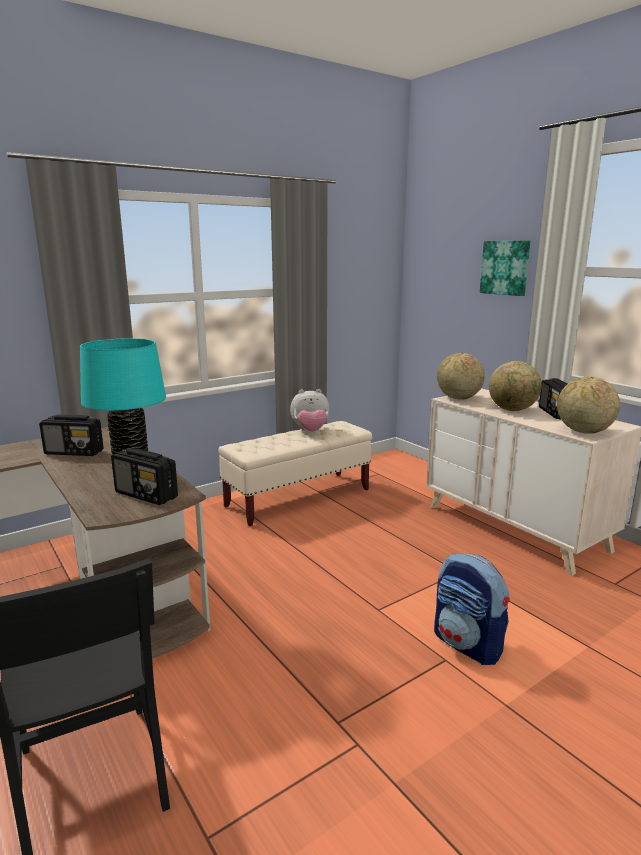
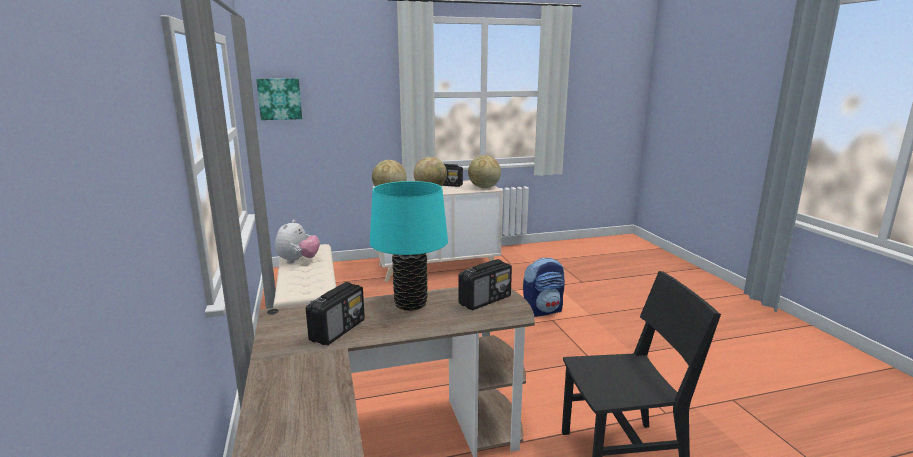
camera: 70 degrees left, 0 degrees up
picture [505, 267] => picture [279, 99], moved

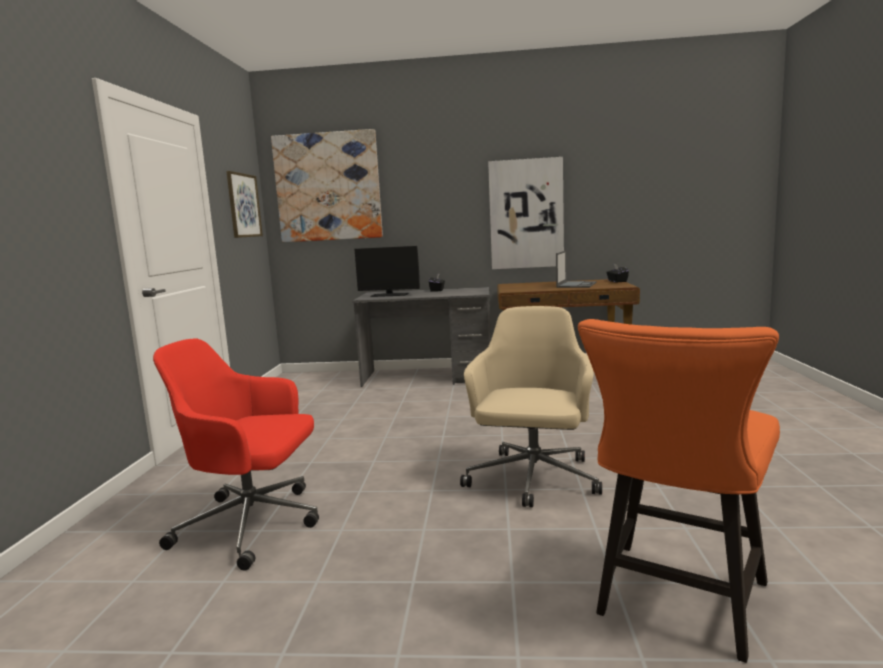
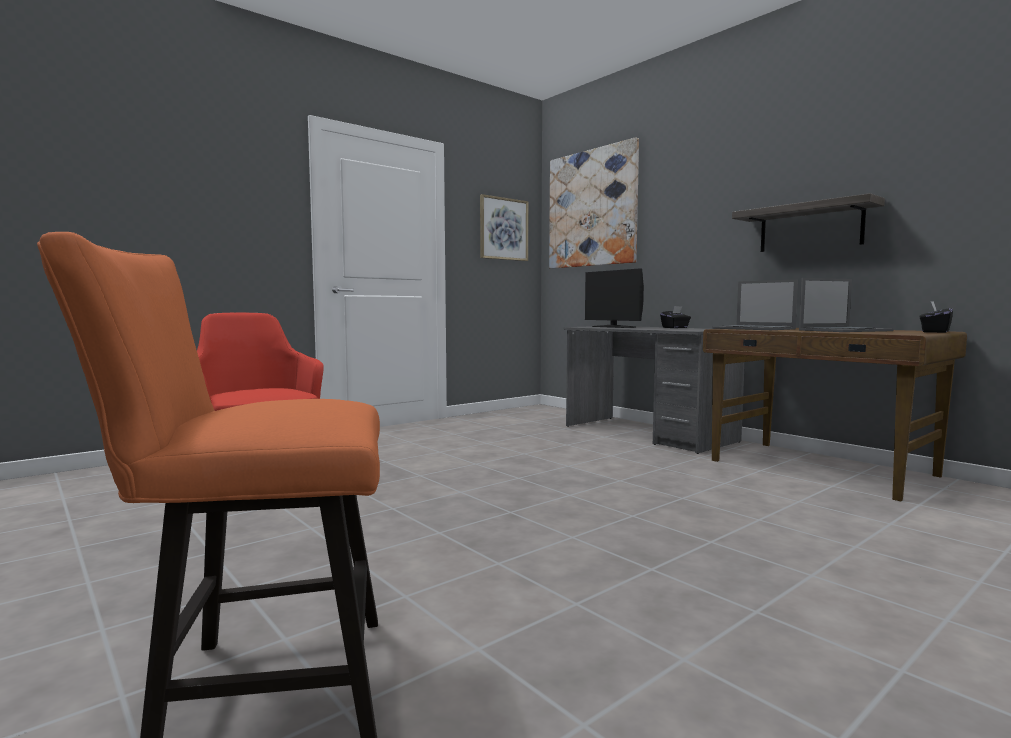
camera: 45 degrees right, 5 degrees down
nothing => portable computer [754, 329]
picture [526, 214] => shelf [810, 227]
sand-coloured computer chair [532, 480] => nothing

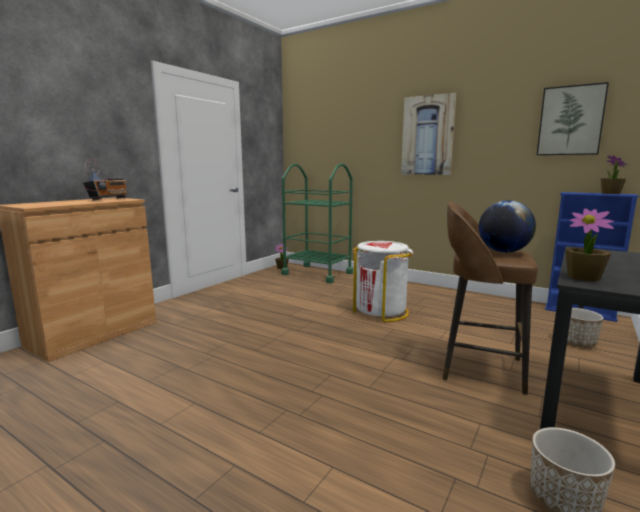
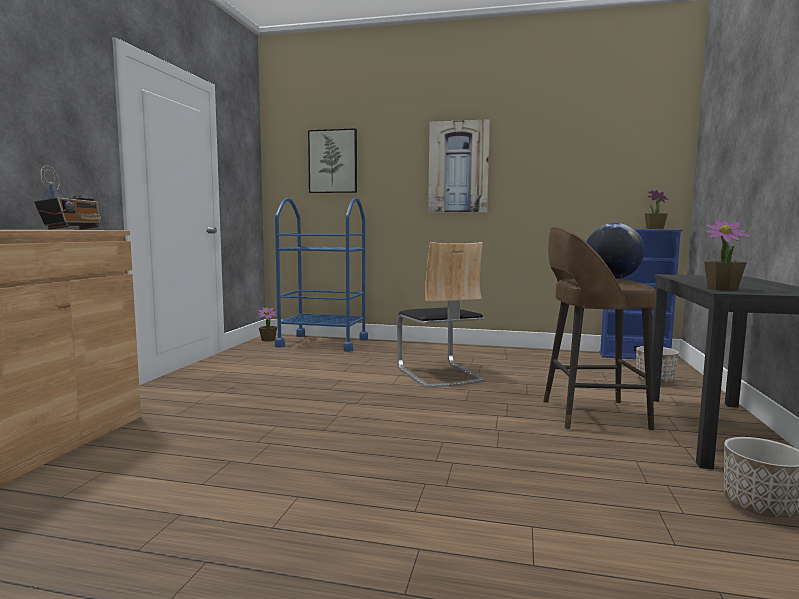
camera: 20 degrees left, 5 degrees down
greenish cart [317, 274] => bluish cart [323, 343]
picture [570, 121] => picture [333, 161], moved
white-coloured trash can [381, 311] => plain chair [439, 374]

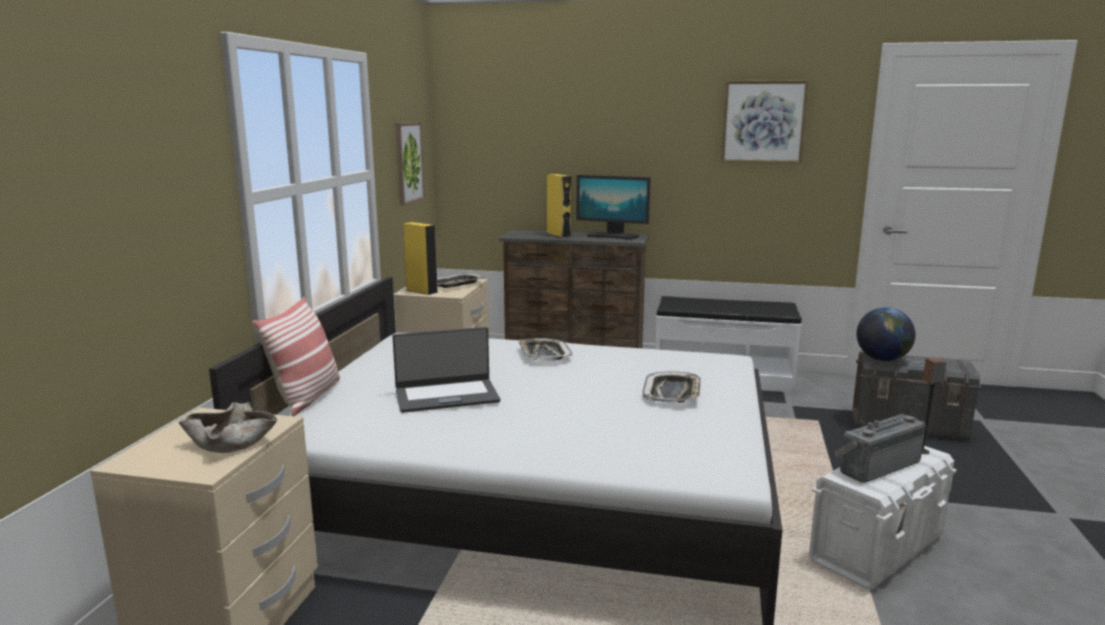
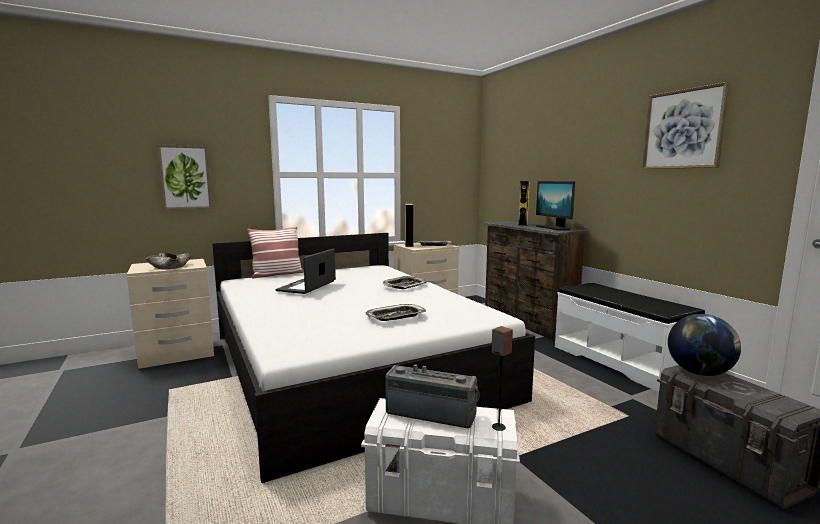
camera: 50 degrees right, 5 degrees down
picture [408, 162] => picture [185, 177], moved
portable computer [446, 396] => portable computer [307, 286], 75 degrees clockwise

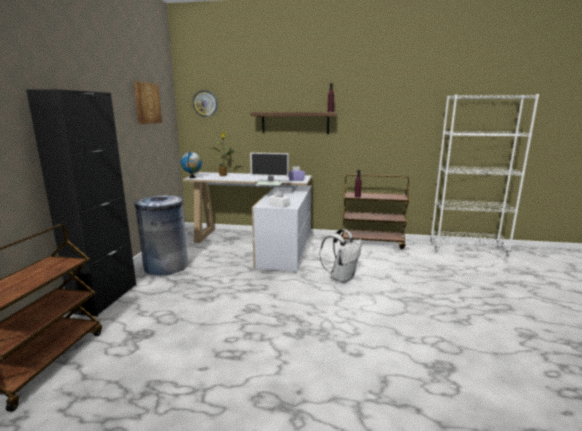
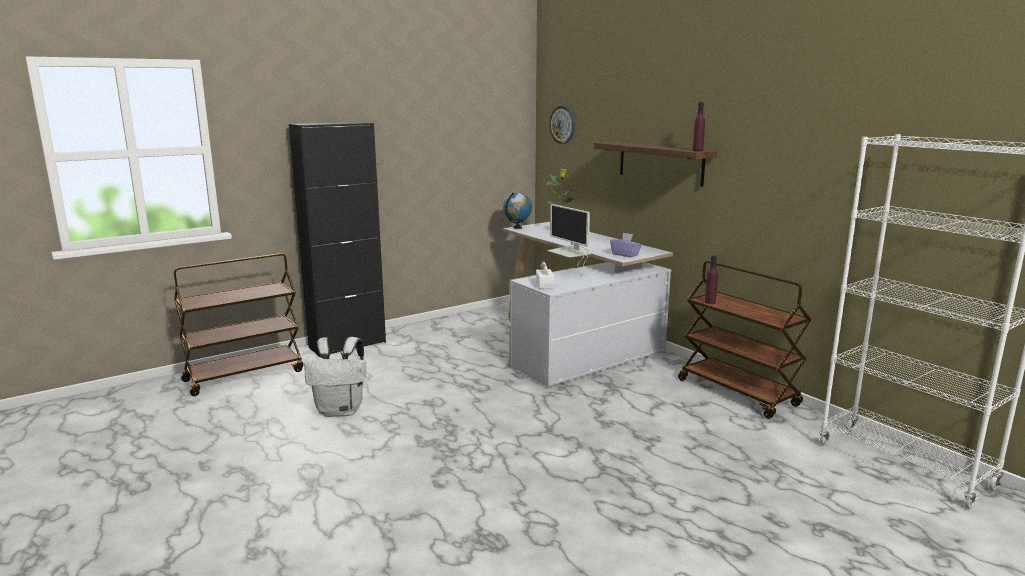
camera: 45 degrees right, 0 degrees up
white-coloured rucksack [342, 278] => white-coloured rucksack [341, 410], moved
picture [147, 103] => nothing
grey trash can [166, 266] => nothing

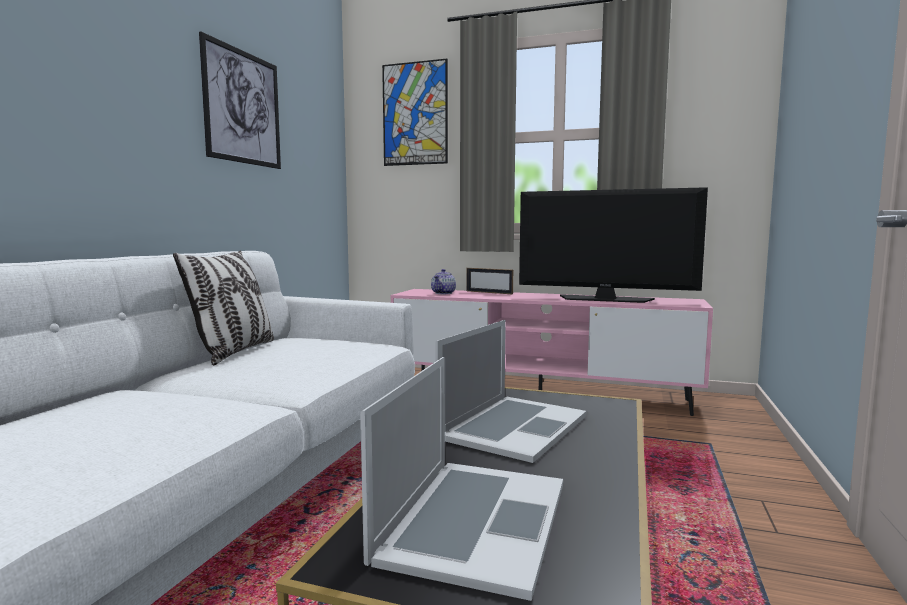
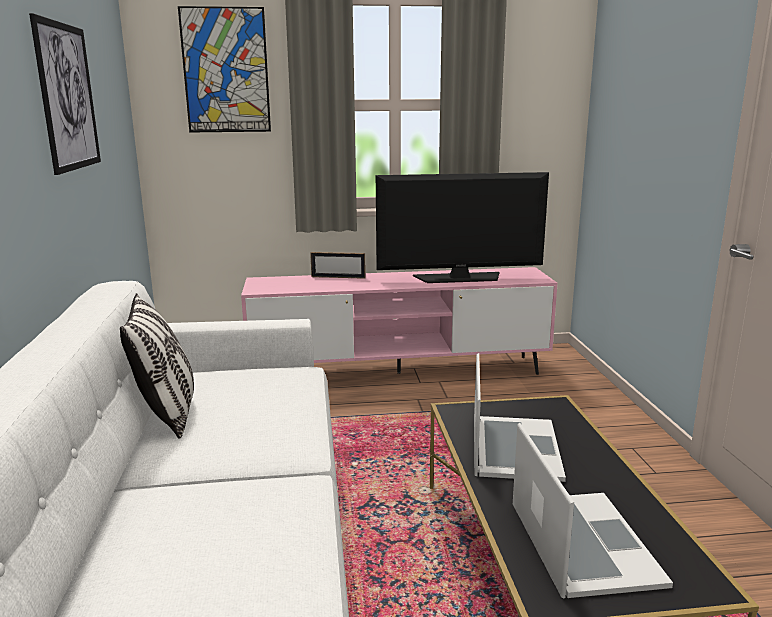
camera: 25 degrees left, 10 degrees up
pot for tea [443, 293] => nothing

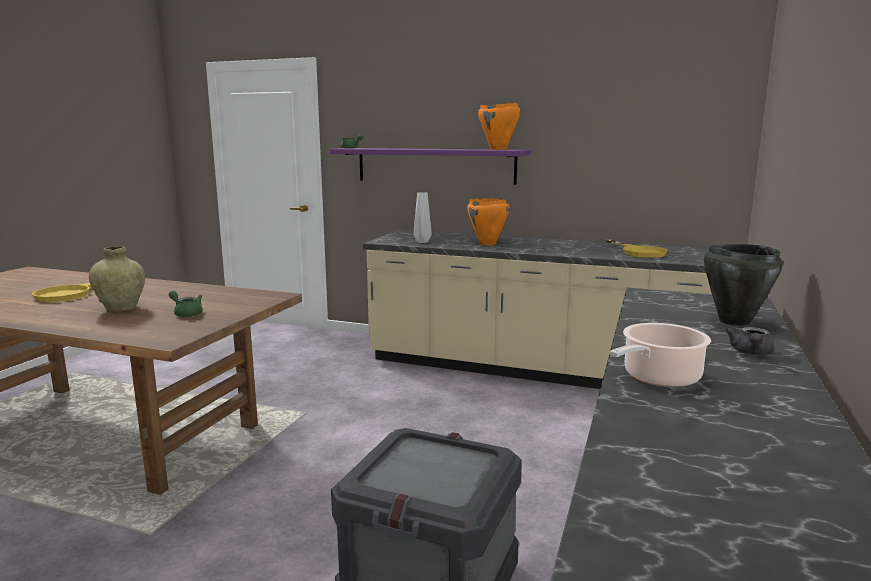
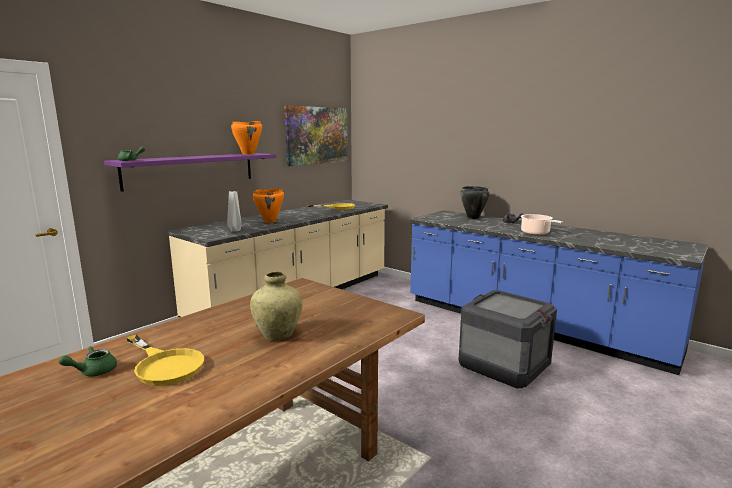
camera: 70 degrees left, 0 degrees up
greenish pot for tea [186, 313] => greenish pot for tea [93, 371], moved
nothing => picture [317, 135]

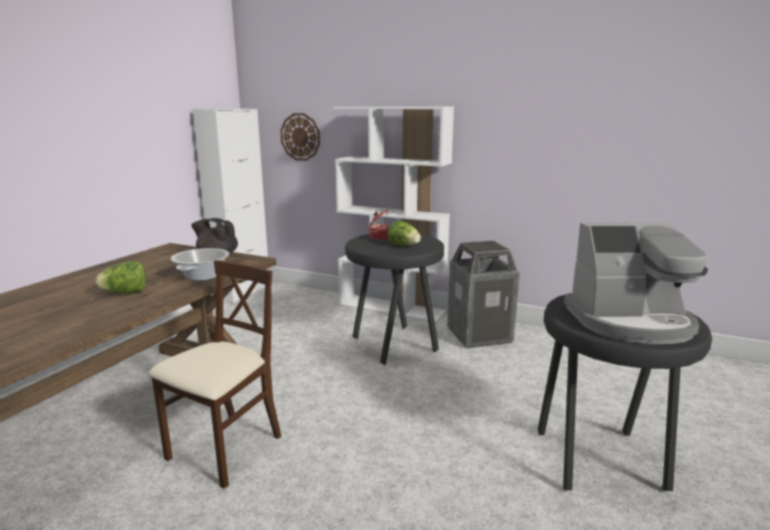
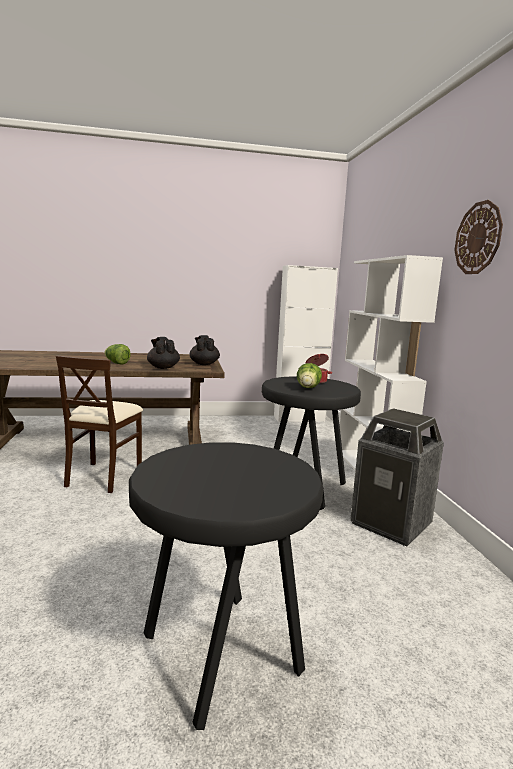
camera: 55 degrees right, 5 degrees down
sand-coloured plain chair [225, 449] => sand-coloured plain chair [103, 477], 105 degrees clockwise
stockpot [202, 276] => black pot for tea [163, 367]
clock on the wall [300, 137] => clock on the wall [478, 238], moved
coffee machine [630, 322] => nothing

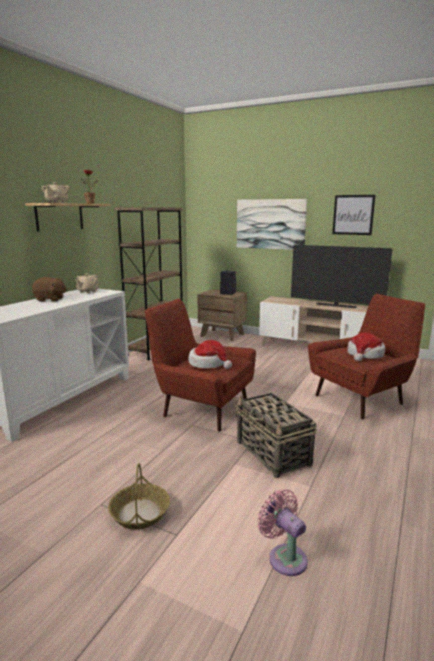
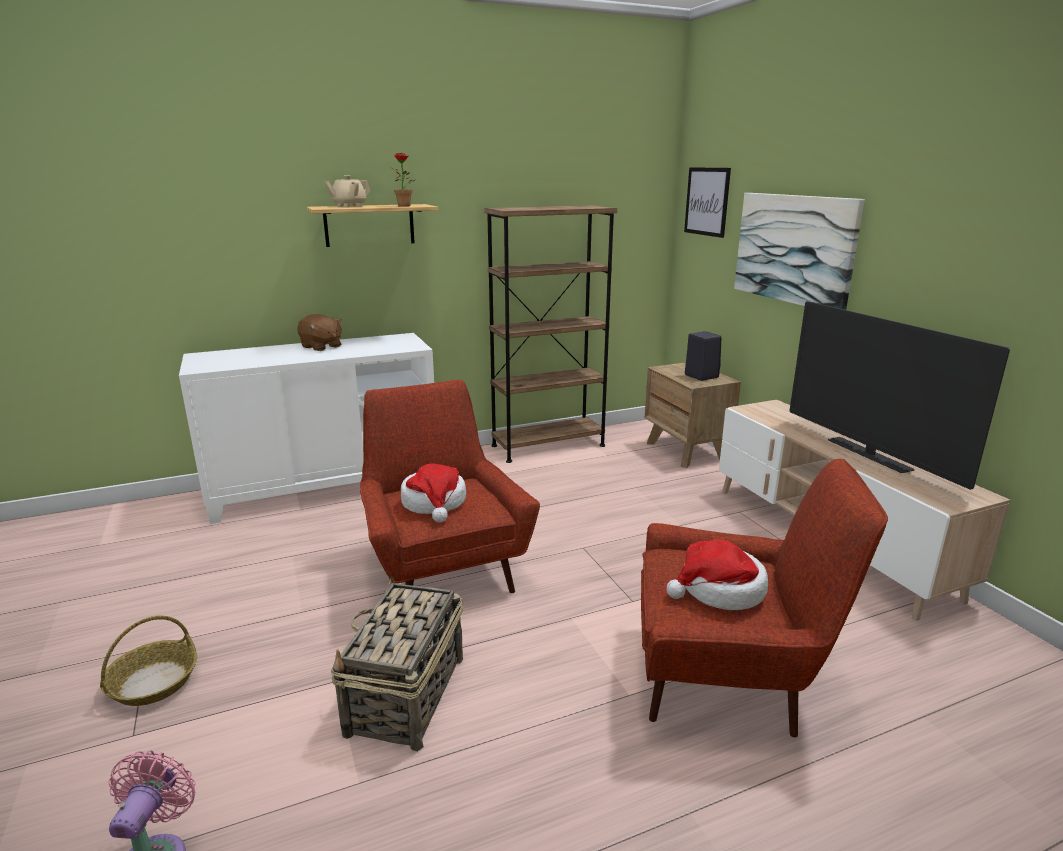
camera: 40 degrees right, 5 degrees up
picture [353, 215] => picture [707, 201], moved
sand-coloured pot for tea [87, 292] => nothing

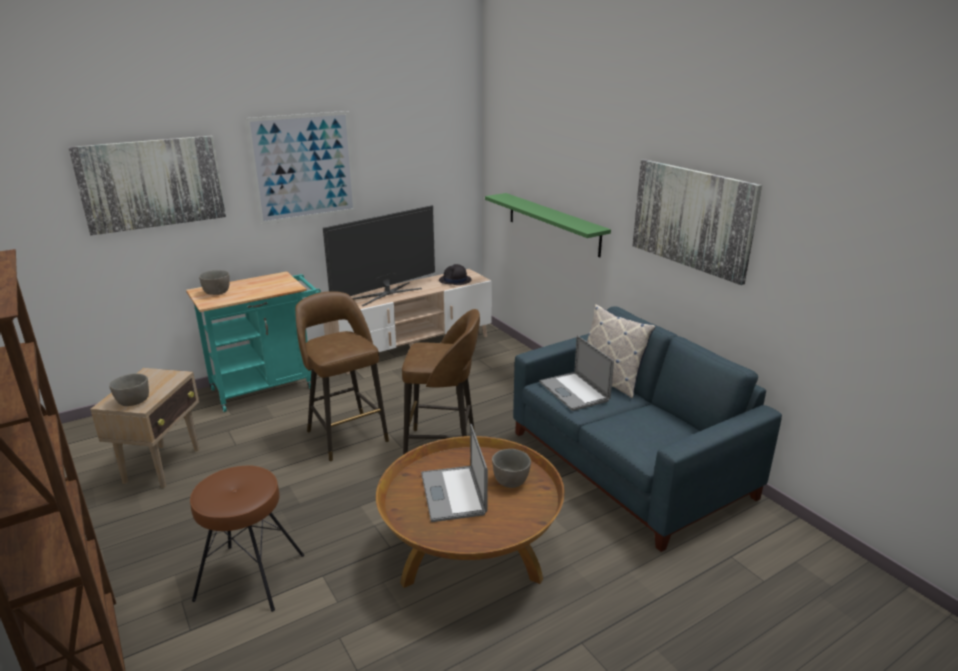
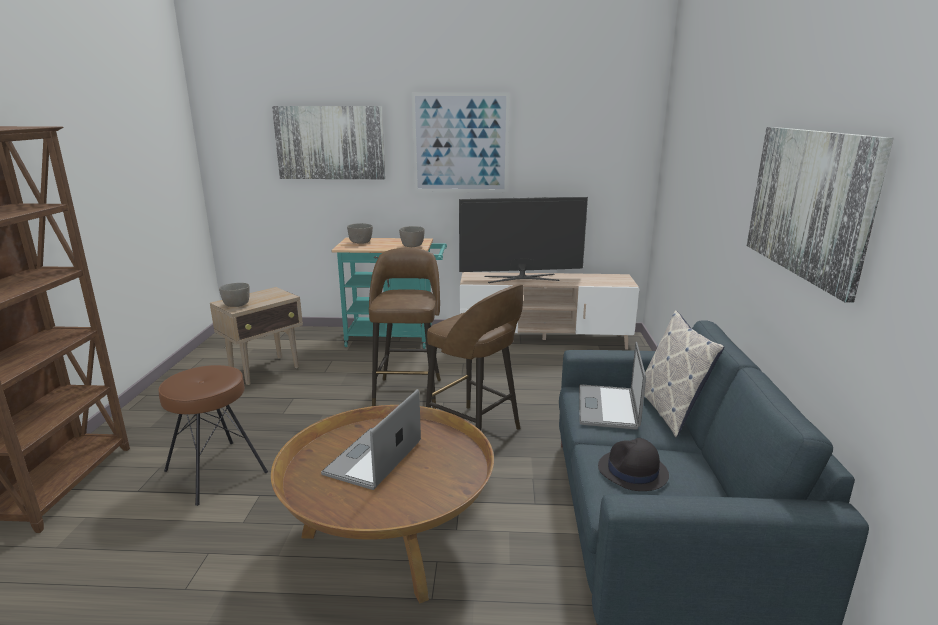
camera: 35 degrees right, 5 degrees down
grey bowl [511, 481] => grey bowl [412, 246], moved
black hat [455, 280] => black hat [632, 471], moved
greenish shelf [553, 223] => nothing

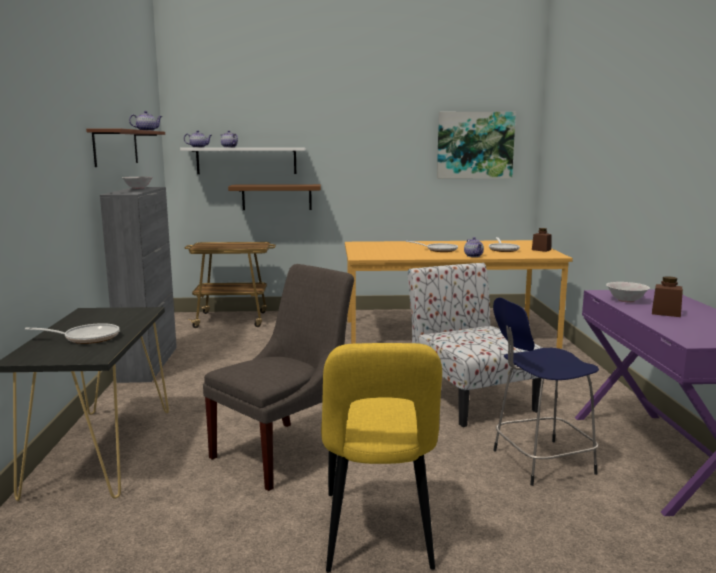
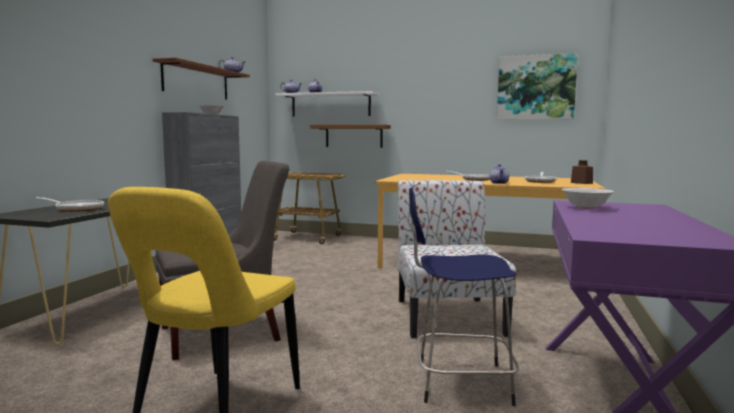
camera: 20 degrees right, 5 degrees down
brown storage jar [666, 313] => nothing

